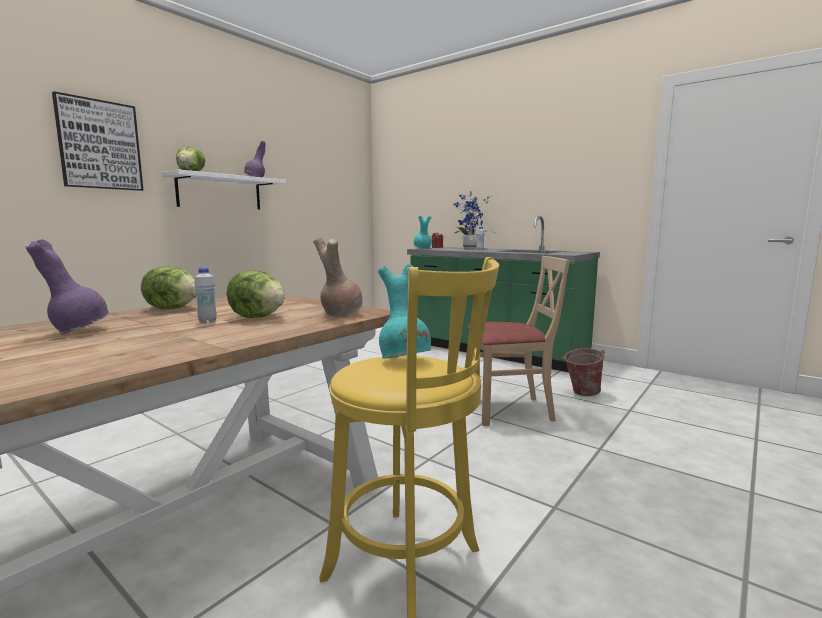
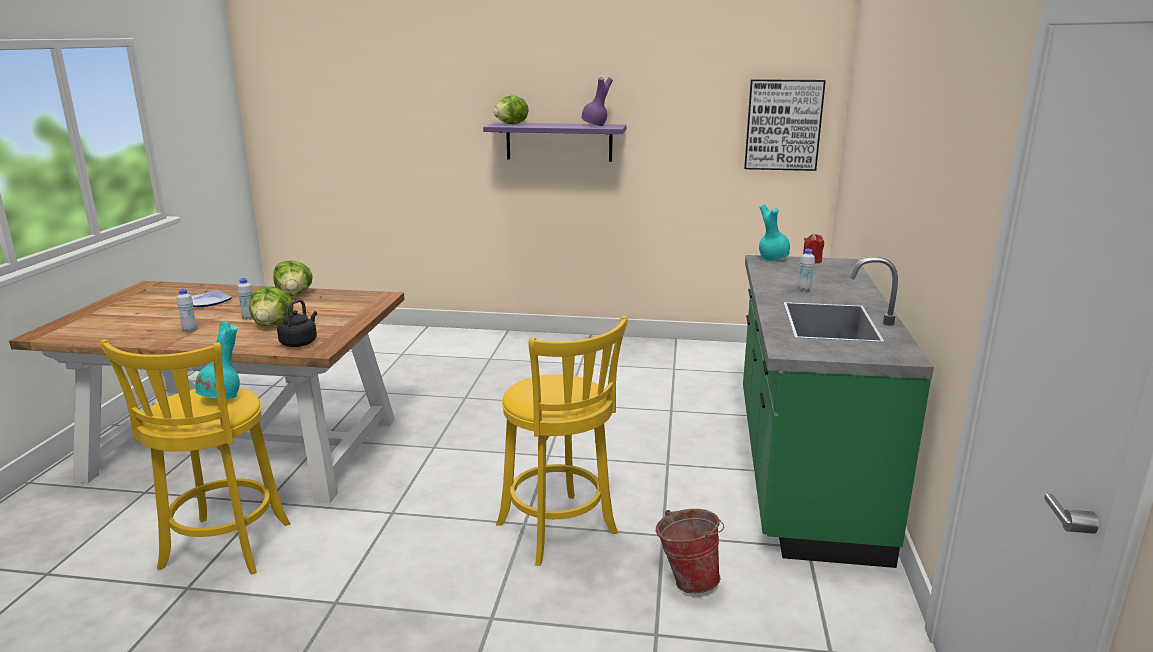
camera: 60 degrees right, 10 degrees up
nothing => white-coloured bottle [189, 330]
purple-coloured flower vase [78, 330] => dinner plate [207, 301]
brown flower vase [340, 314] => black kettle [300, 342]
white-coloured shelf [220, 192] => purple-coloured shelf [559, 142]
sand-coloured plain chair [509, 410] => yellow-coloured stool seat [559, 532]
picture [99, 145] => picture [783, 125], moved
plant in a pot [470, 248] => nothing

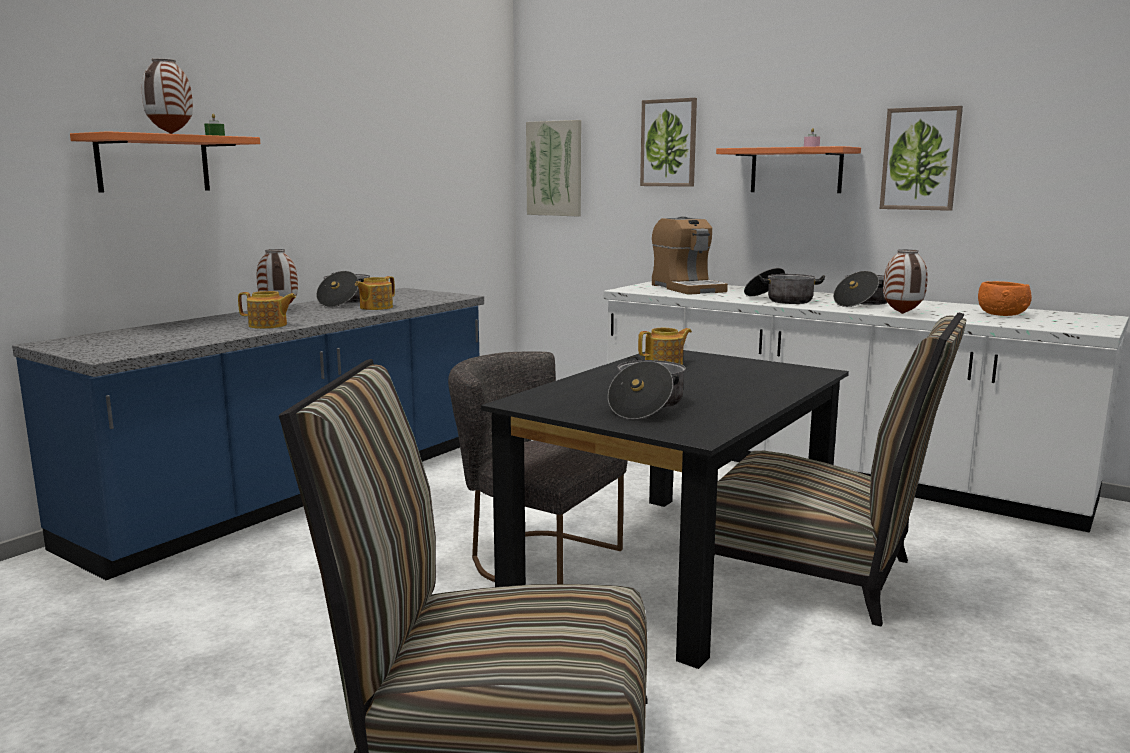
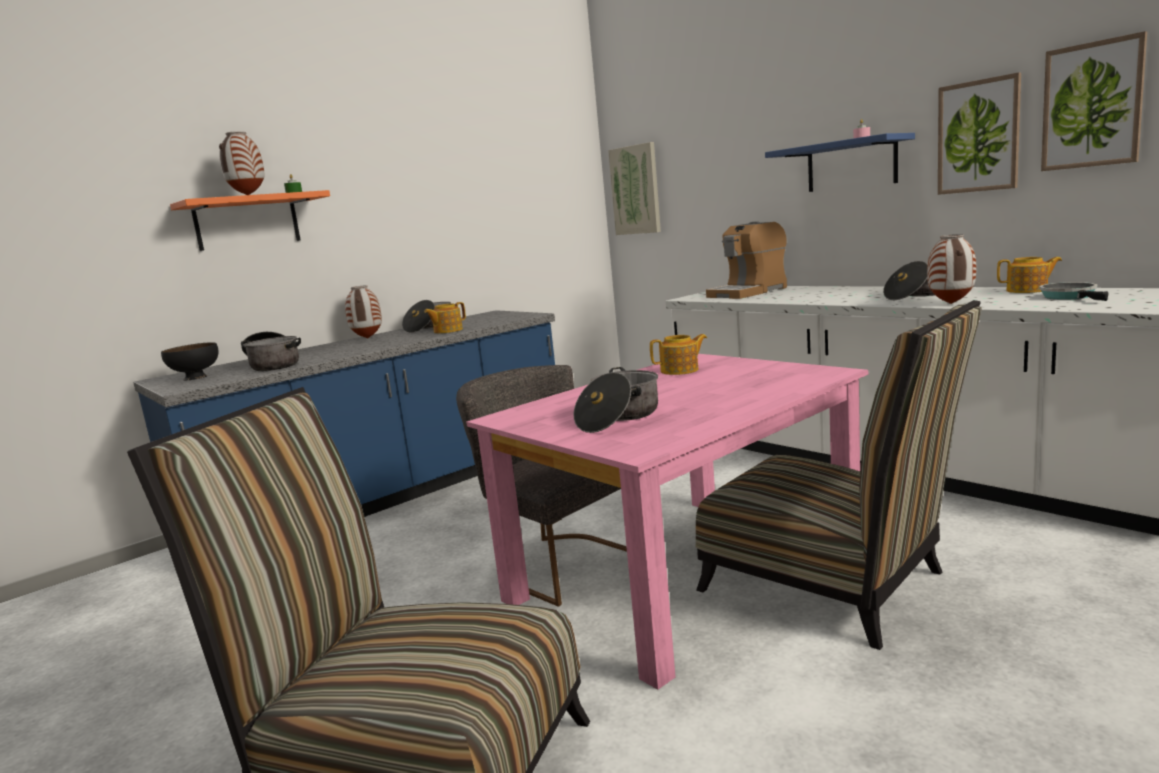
camera: 15 degrees right, 0 degrees up
nothing => black bowl [196, 377]
stockpot [780, 300] => stockpot [274, 365], moved
black kitchen table [674, 567] => pink-coloured kitchen table [685, 573]
coffee machine [687, 288] => coffee machine [748, 292], 60 degrees clockwise
orange shelf [796, 170] => bluish shelf [851, 165]
pot for tea [268, 325] => pot for tea [1028, 290], moved
orange bowl [1002, 314] => skillet [1071, 297]
picture [669, 143] => picture [1092, 105], moved

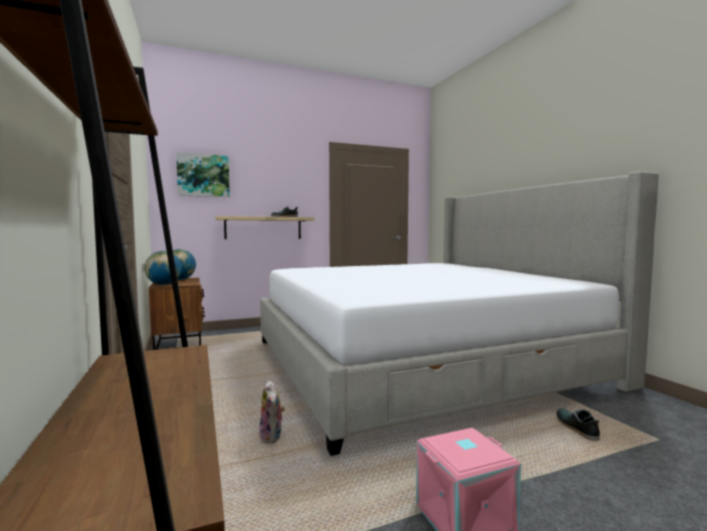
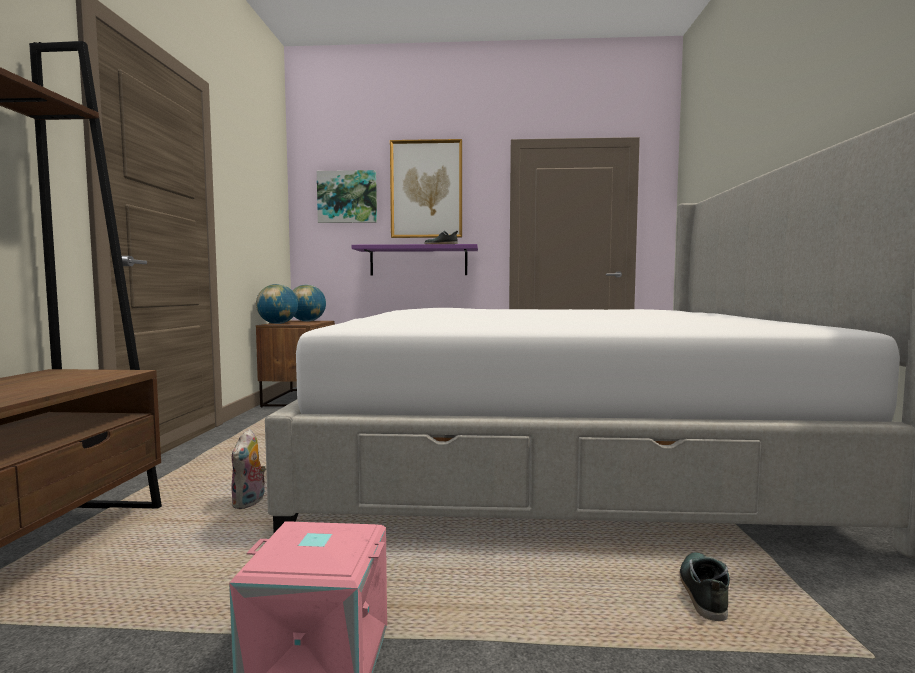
camera: 25 degrees right, 0 degrees up
sand-coloured shelf [263, 228] => purple-coloured shelf [418, 261]
nothing => picture [426, 189]

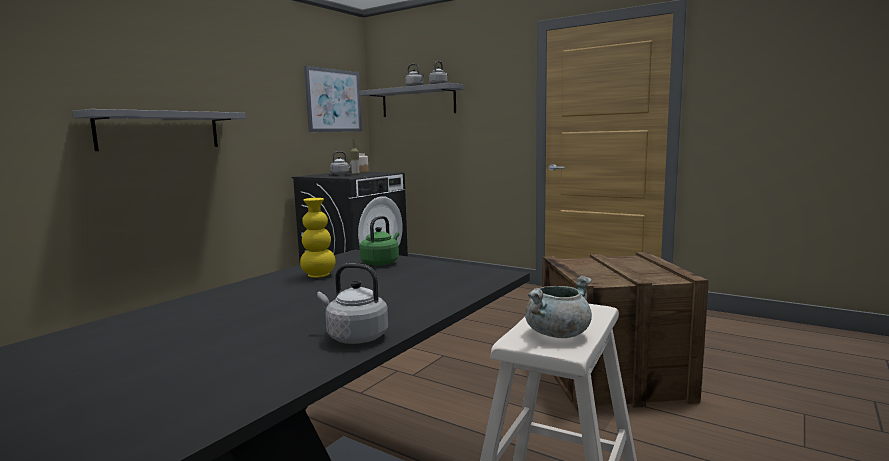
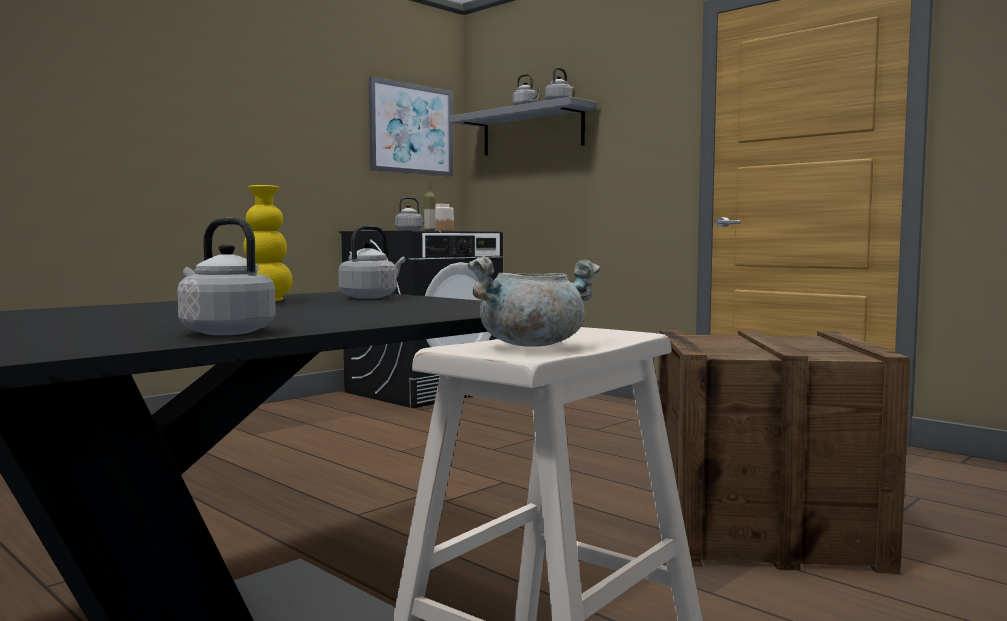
camera: 10 degrees right, 5 degrees down
greenish kettle [381, 262] => grey kettle [371, 297]
grey shelf [159, 130] => nothing

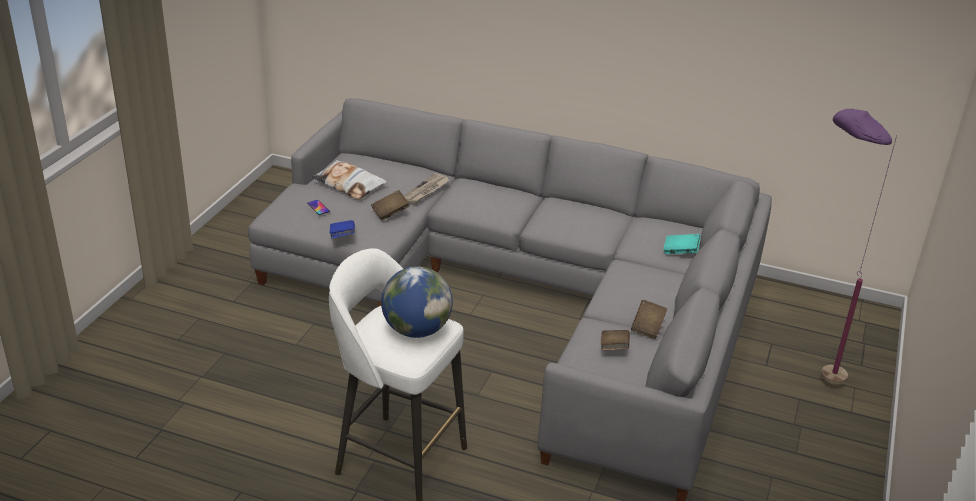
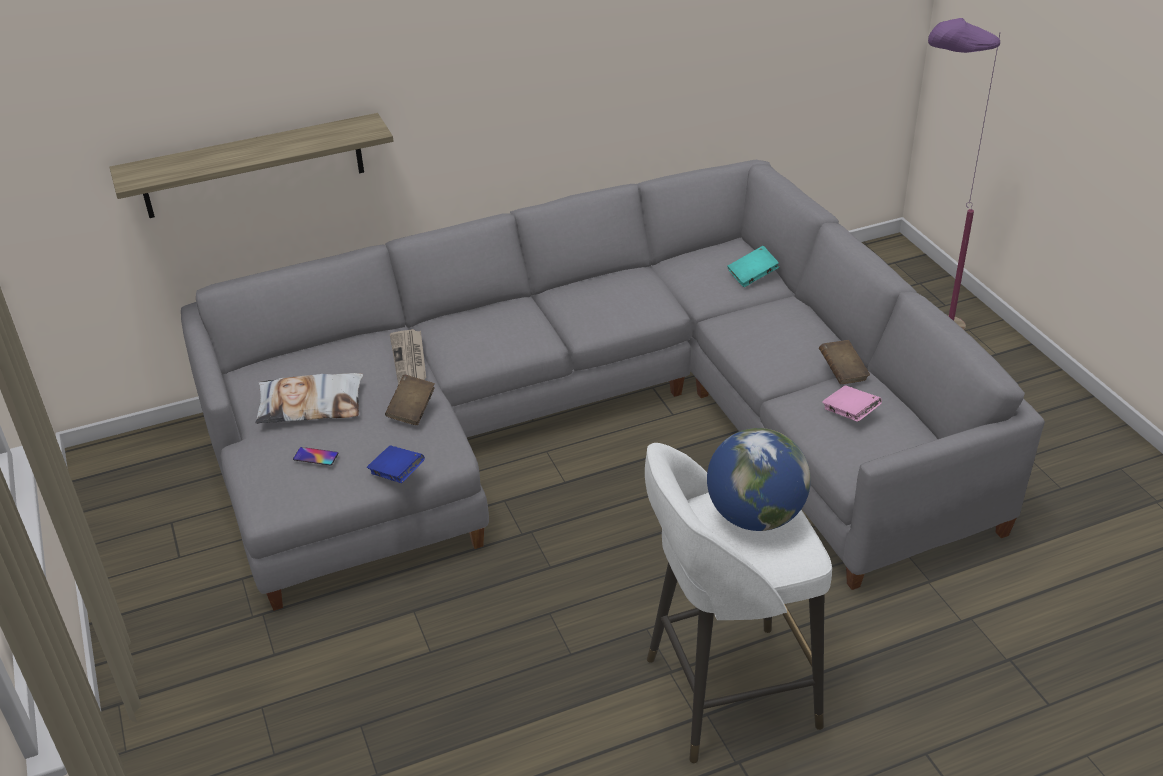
camera: 40 degrees left, 5 degrees up
nothing => shelf [253, 166]
brown bound book [614, 348] => pink-coloured bound book [850, 413]

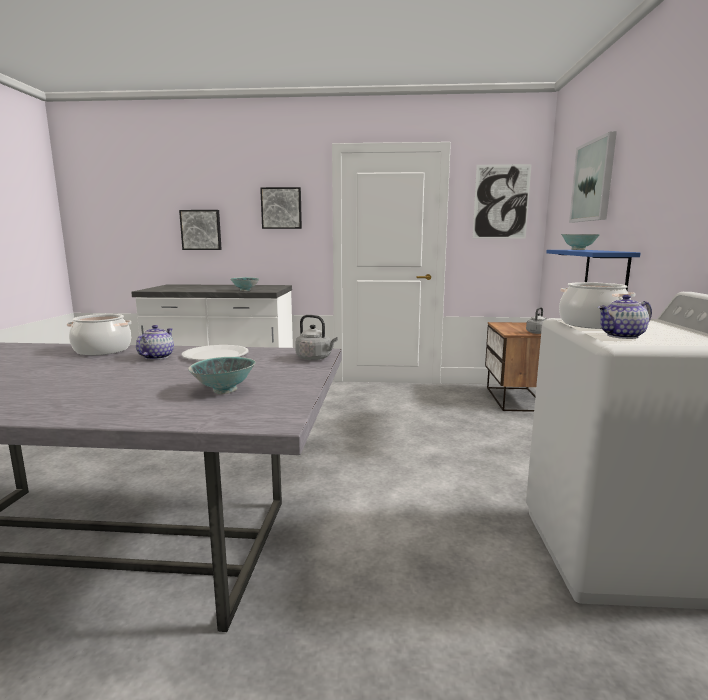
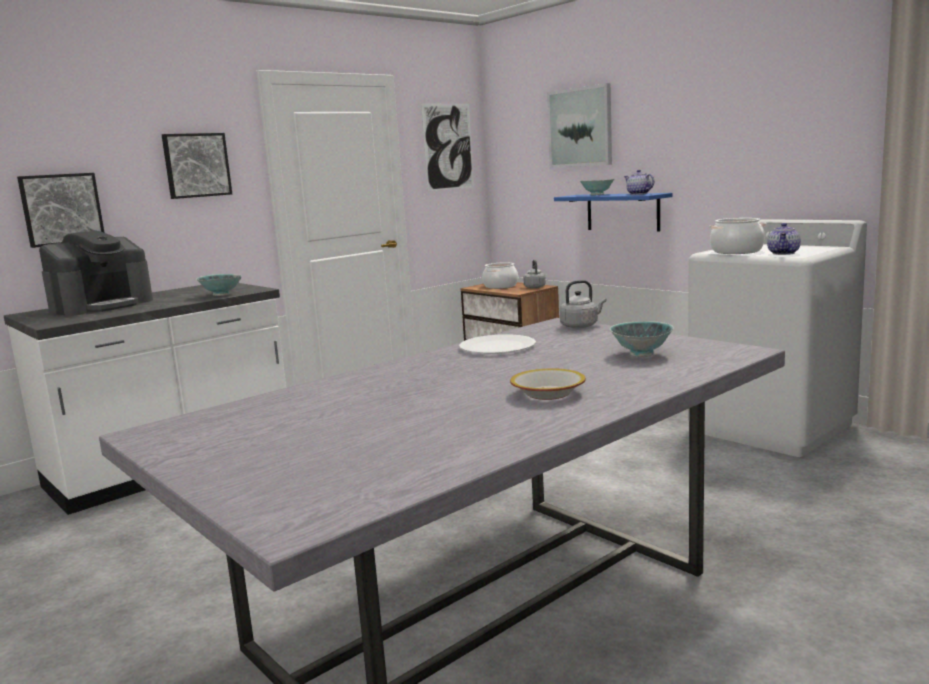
camera: 45 degrees left, 0 degrees up
nothing => coffee machine [102, 306]
stockpot [102, 350] => stockpot [500, 286], moved
nothing => bowl [548, 393]
pot for tea [156, 357] => pot for tea [638, 194], moved

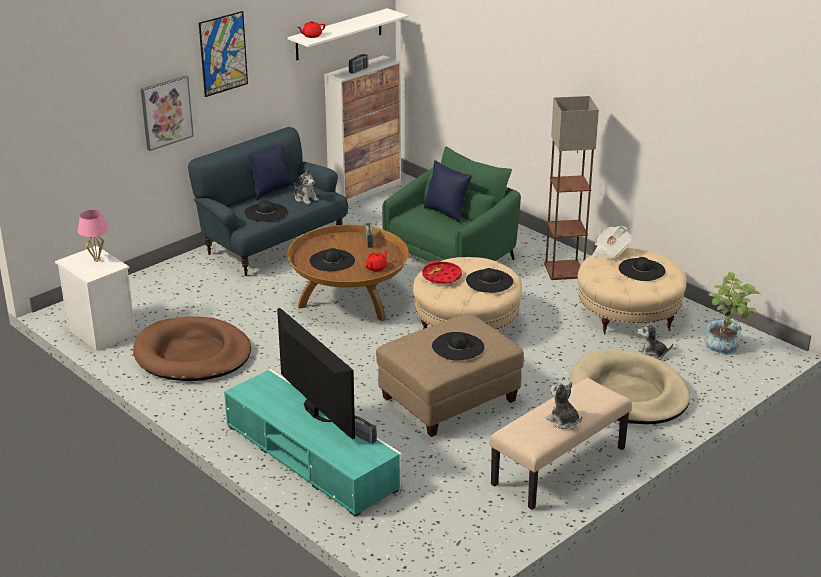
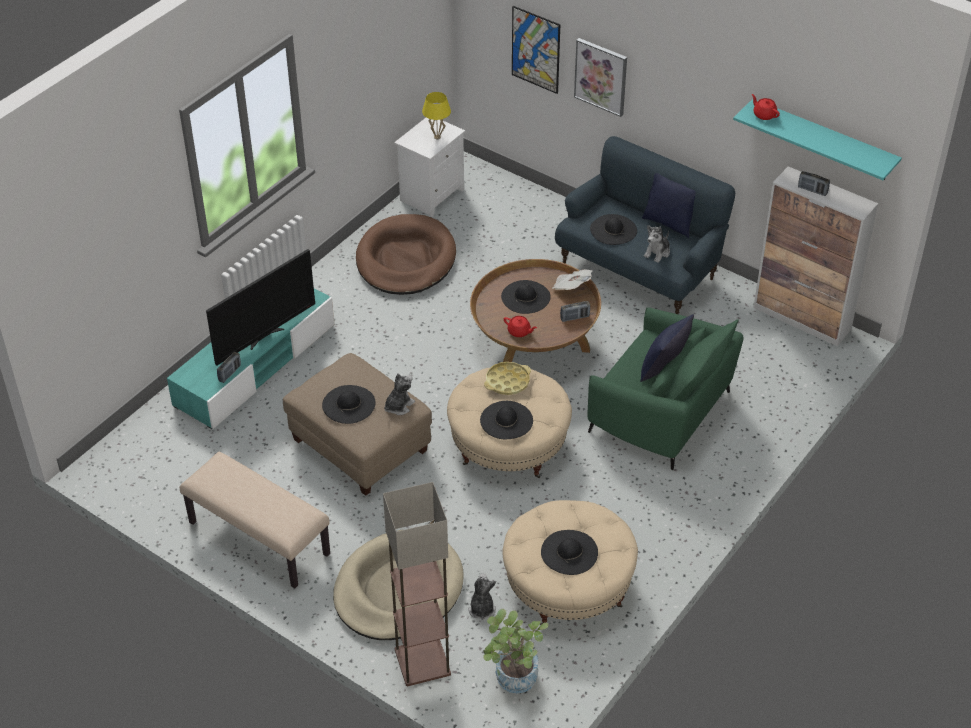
camera: 80 degrees right, 15 degrees up
floor lamp [564, 270] => floor lamp [423, 662], moved
cuddly toy [563, 421] => cuddly toy [398, 406], moved
pink-coloured lamp for a table [97, 260] => yellow-coloured lamp for a table [437, 137]
red-coloured tray [441, 276] => yellow-coloured tray [507, 381]
picture [223, 53] => picture [535, 49], moved
printed paper [610, 252] => printed paper [571, 287], moved
white-coloured shelf [339, 34] => blue-green shelf [823, 140]

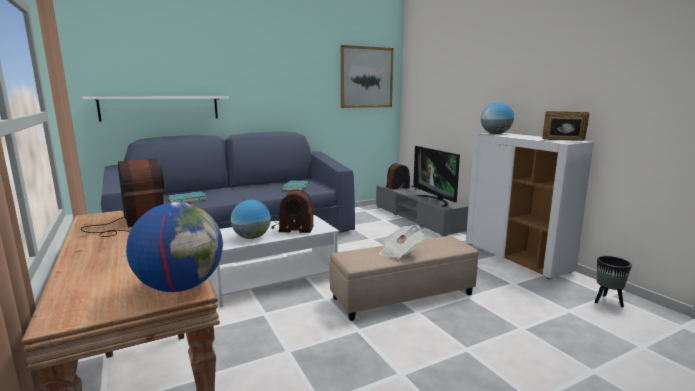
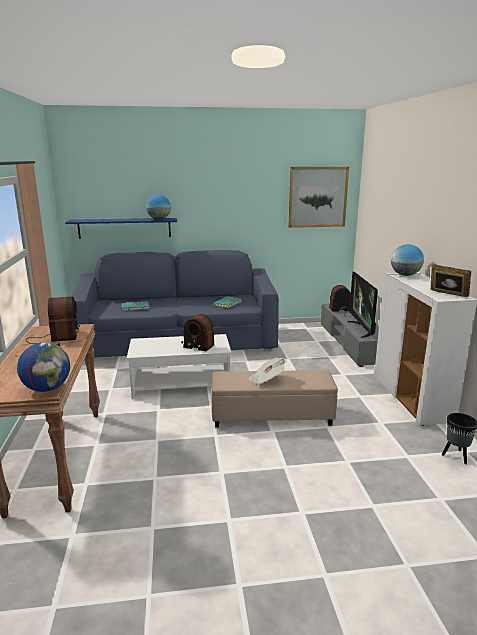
camera: 20 degrees right, 5 degrees up
white-coloured shelf [160, 108] => bluish shelf [124, 228]
desk globe [252, 237] => desk globe [159, 219], moved

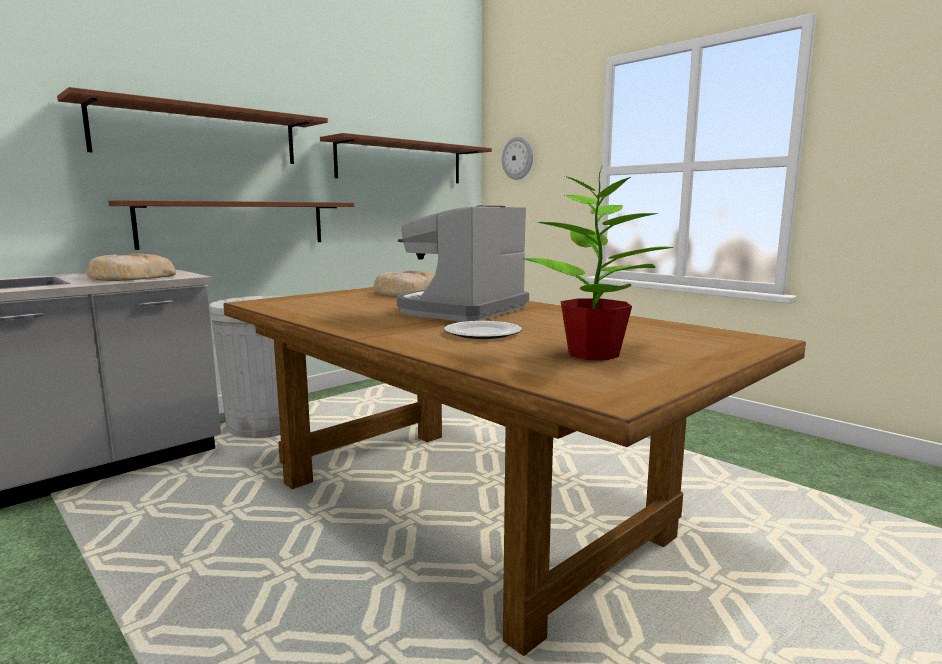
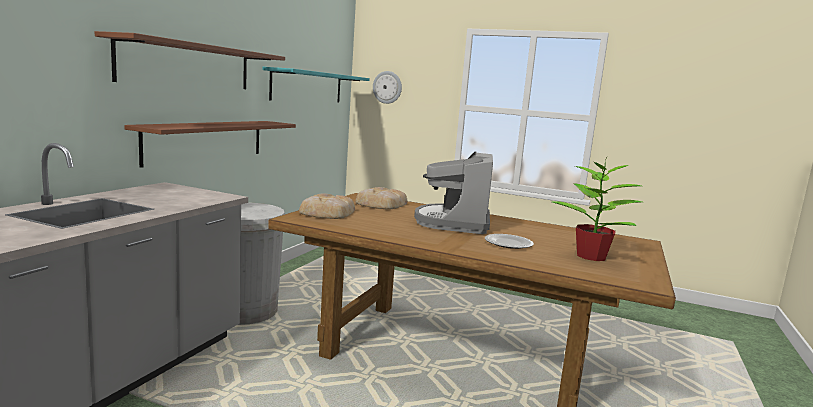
camera: 25 degrees left, 0 degrees up
brown shelf [401, 162] => blue-green shelf [308, 86]
bakery bread [130, 277] => bakery bread [326, 213], moved

